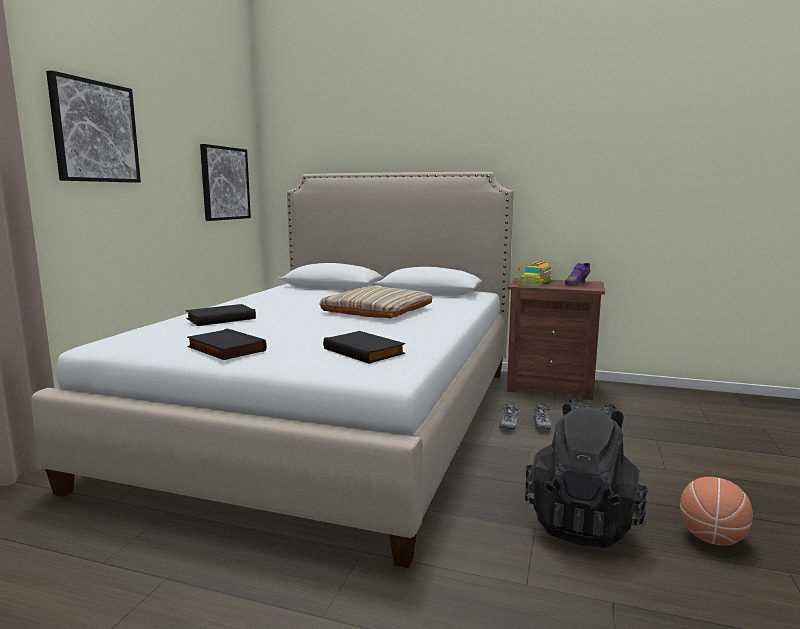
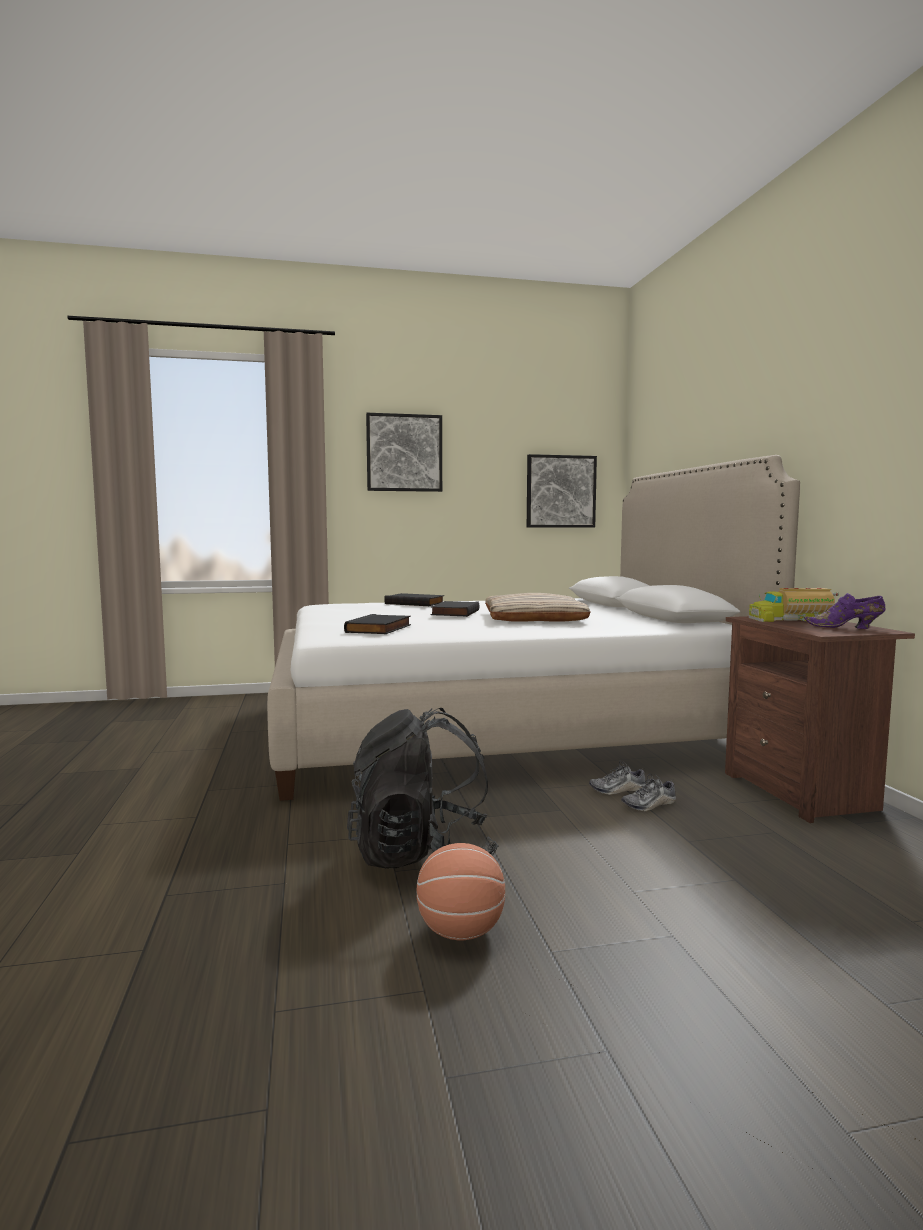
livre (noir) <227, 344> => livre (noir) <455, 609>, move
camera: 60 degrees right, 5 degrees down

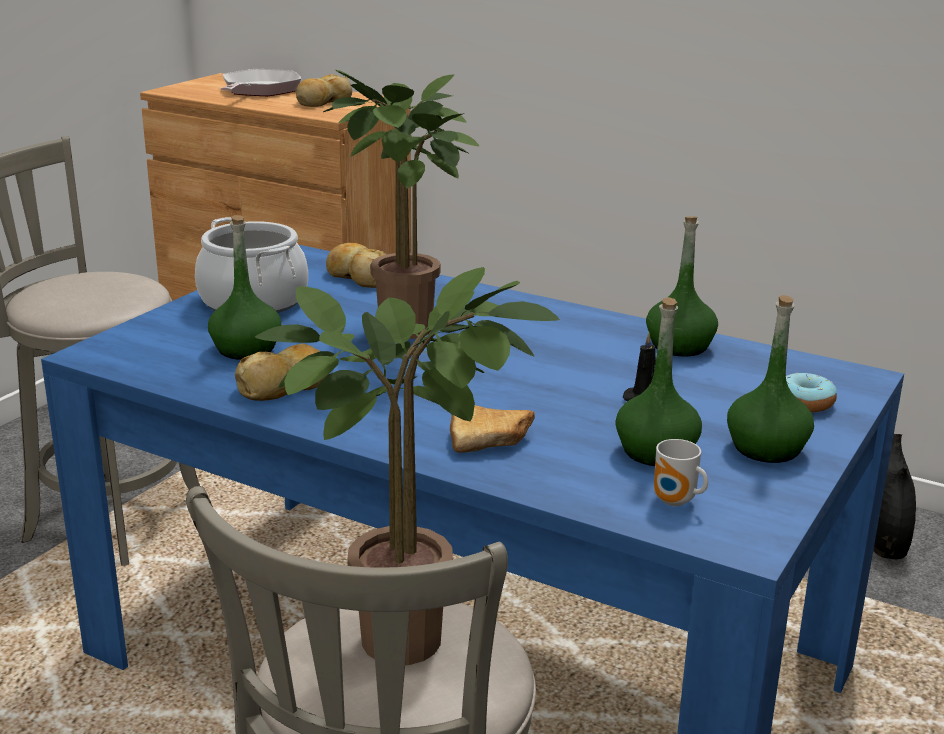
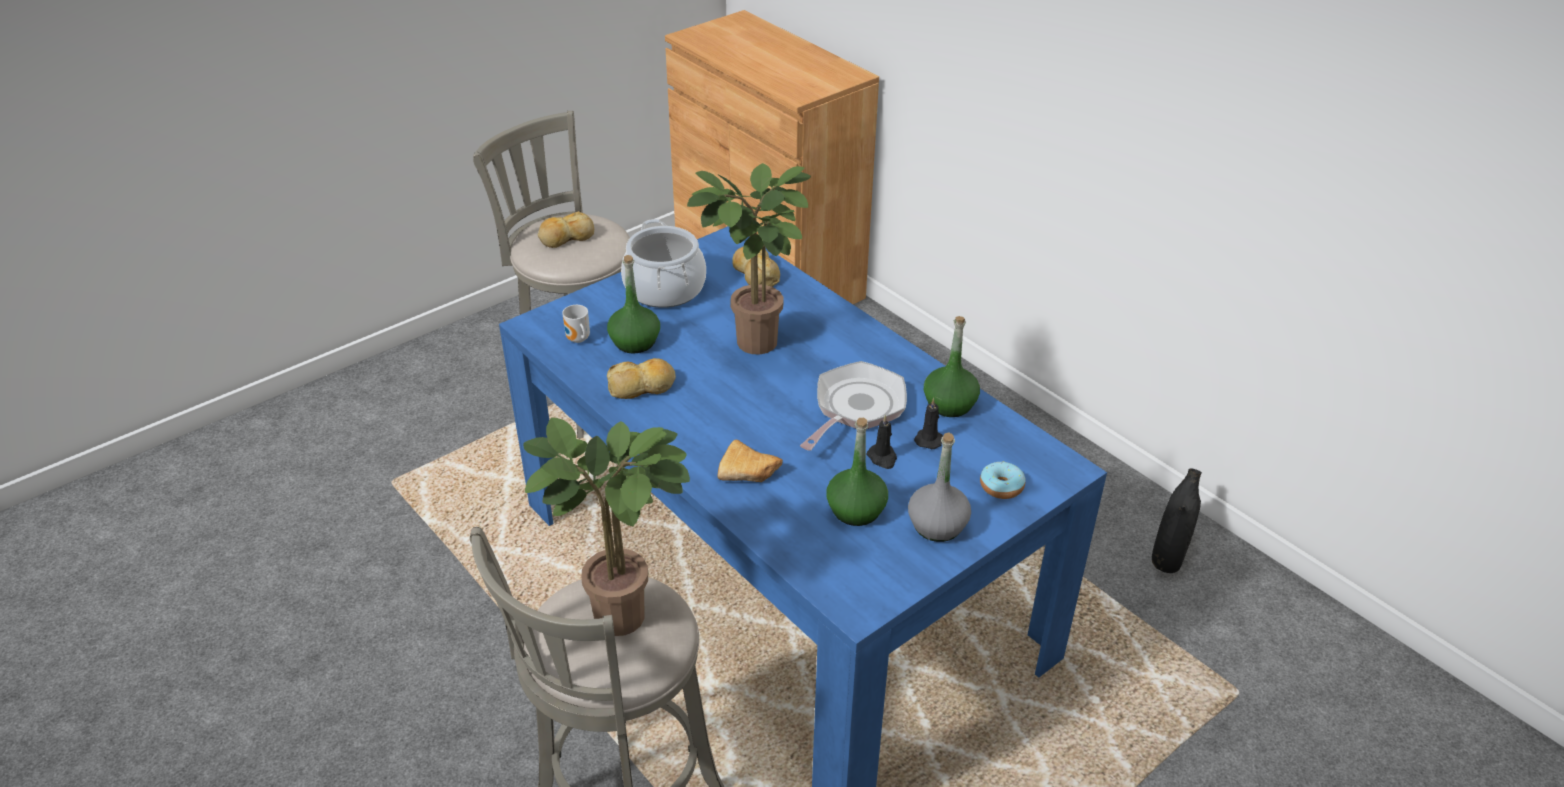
pain <324, 90> => pain <566, 229>, move
mug <681, 472> => mug <576, 324>, move
poêle <261, 82> => poêle <853, 406>, move
bouteille (vert) <770, 379> => bouteille (gris) <939, 487>
nothing => bougie (noir) <928, 423>
camera: 20 degrees right, 15 degrees up

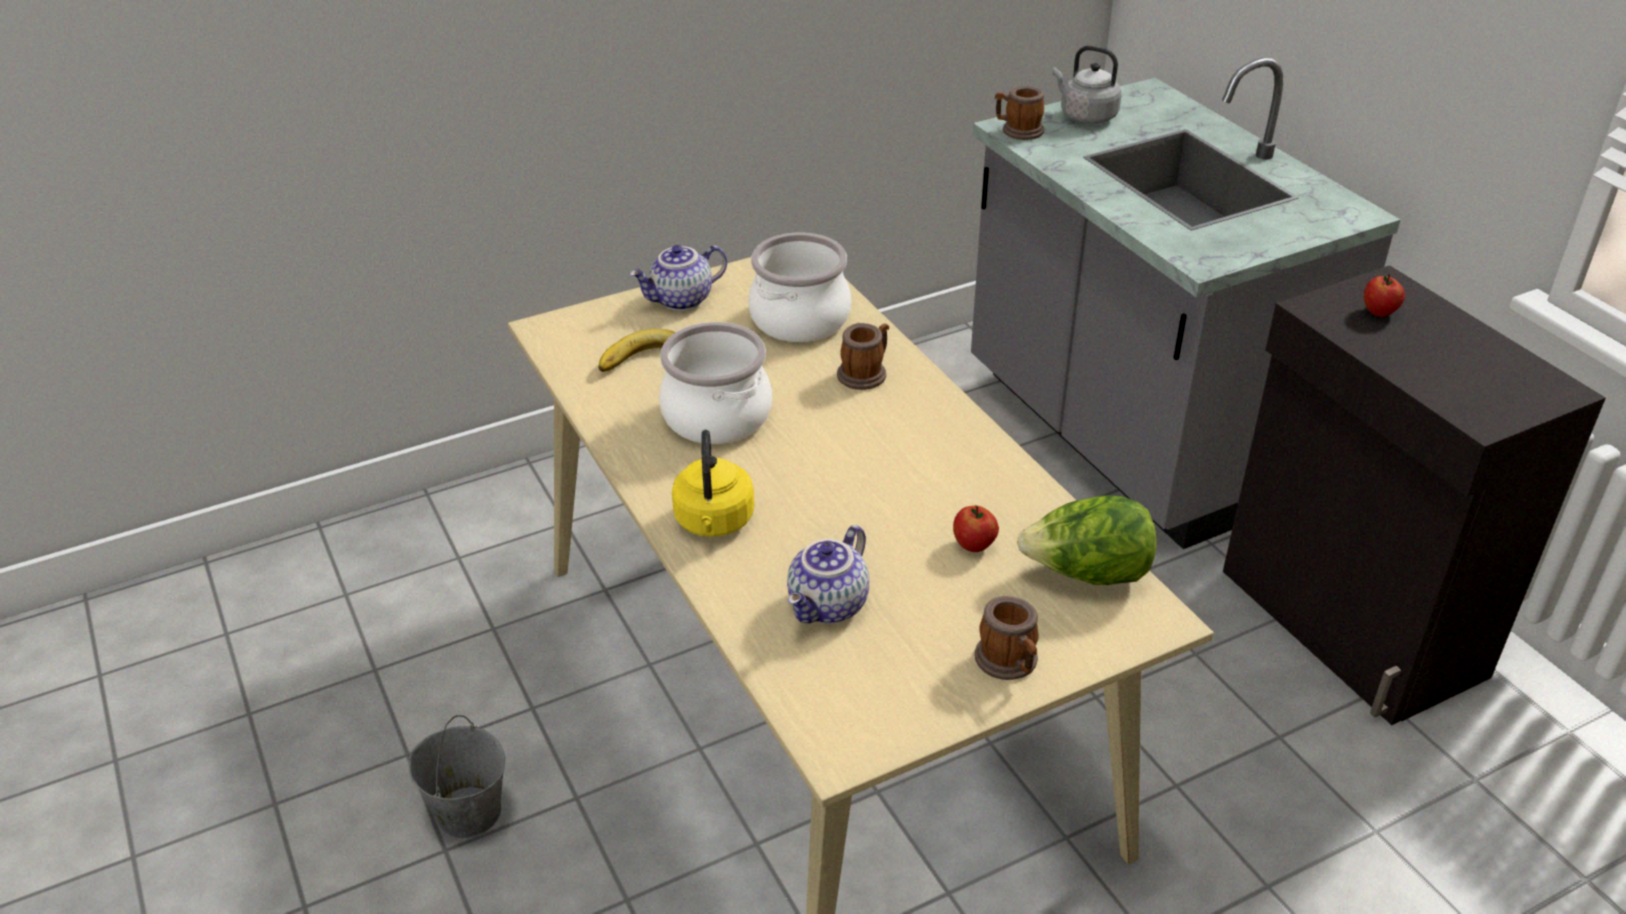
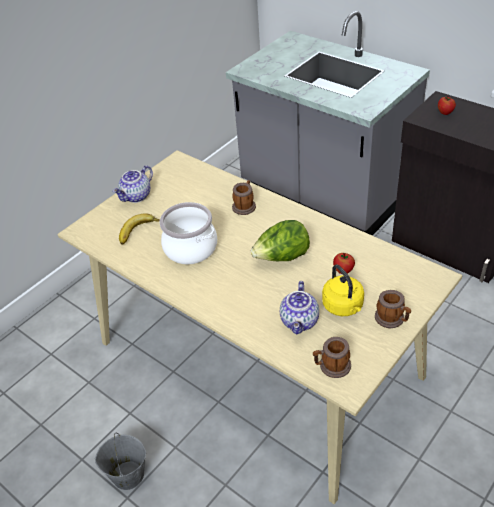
laitue <1087, 540> => laitue <280, 240>, move
mug <1019, 113> => mug <332, 357>, move
bouilloire (jaune) <713, 483> => bouilloire (jaune) <343, 290>, move
marmite <799, 287> => nothing
bouilloire (gris) <1087, 84> => nothing
camera: 20 degrees left, 5 degrees up

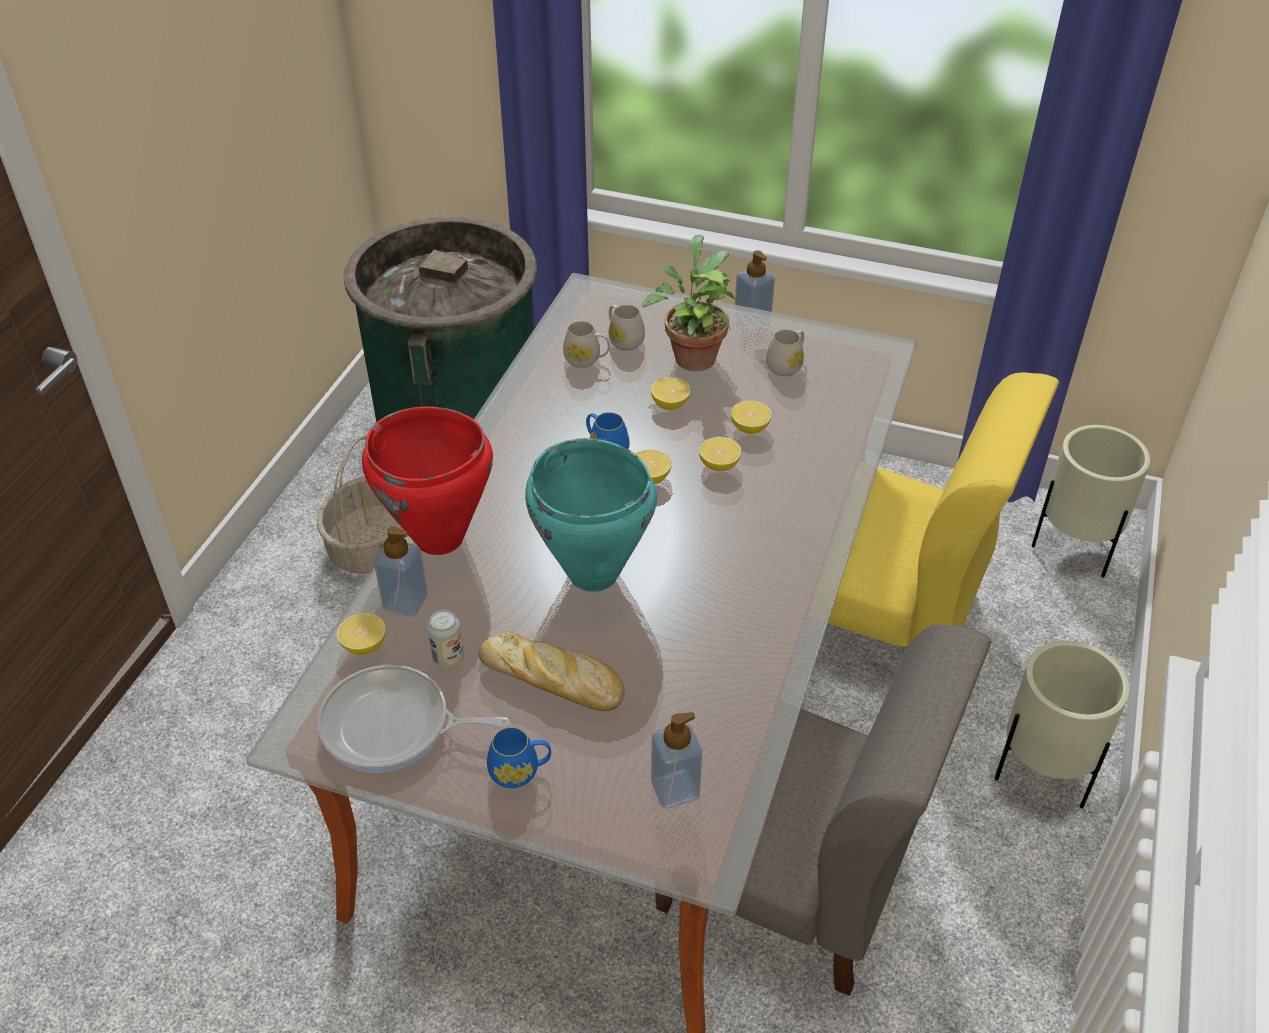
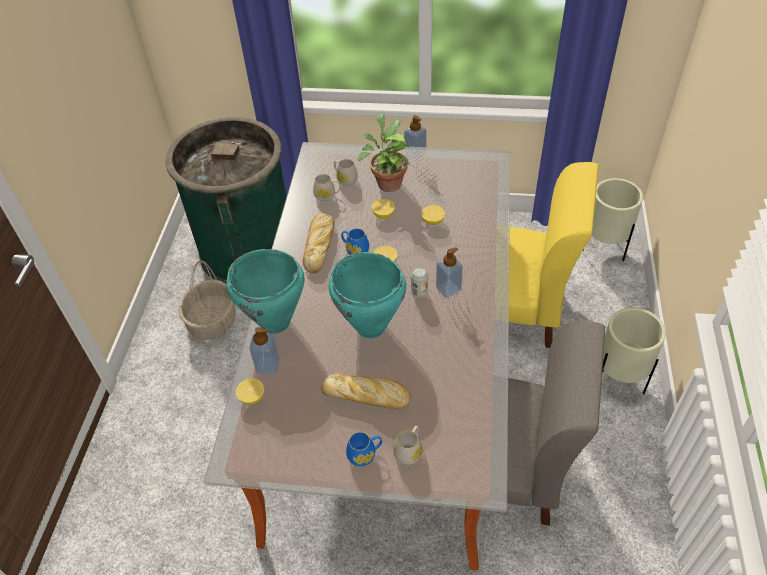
marmite (rouge) <427, 481> => marmite (turquoise) <265, 291>
nothing => pain <319, 243>
mug (blanc) <785, 353> => mug (blanc) <407, 445>, move
boîte métallique <445, 639> => boîte métallique <419, 282>, move
distributeur de savon <676, 760> => distributeur de savon <449, 272>, move
poêle <414, 719> => nothing
citron <720, 454> => nothing
camera: 10 degrees left, 5 degrees up

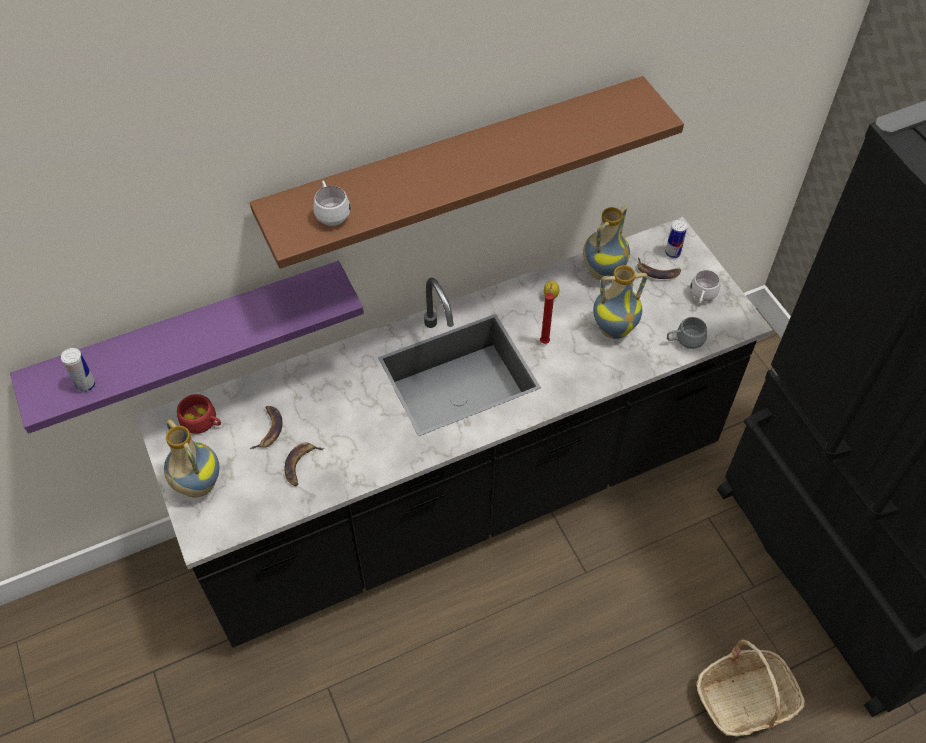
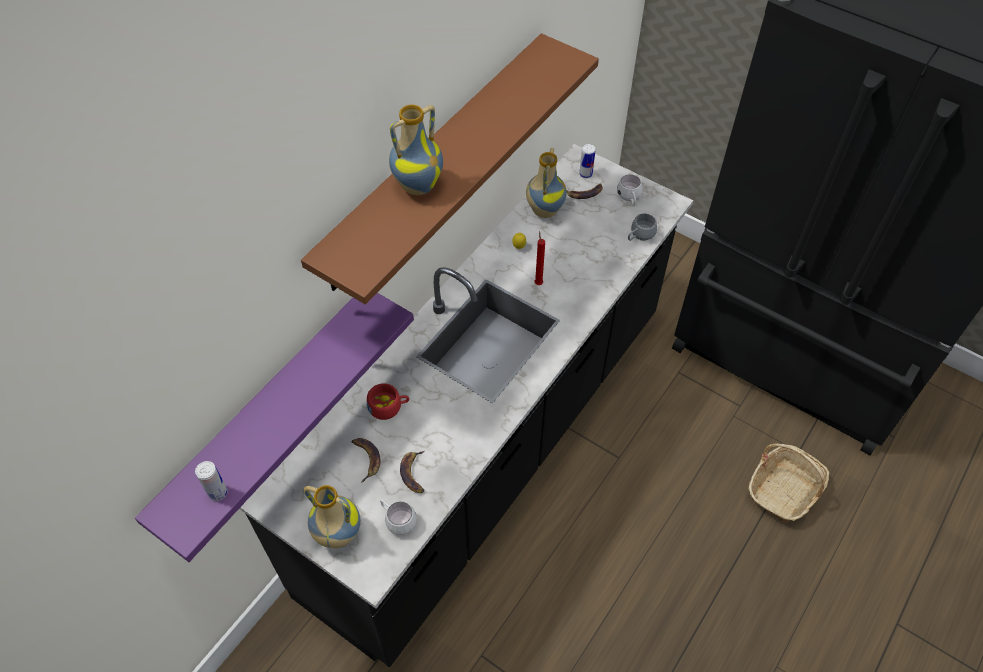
tasse (rouge) <199, 414> => tasse (rouge) <388, 401>, move
mug (blanc) <332, 203> => mug (blanc) <398, 517>, move
vase <620, 302> => vase <416, 149>, move
camera: 30 degrees left, 0 degrees up

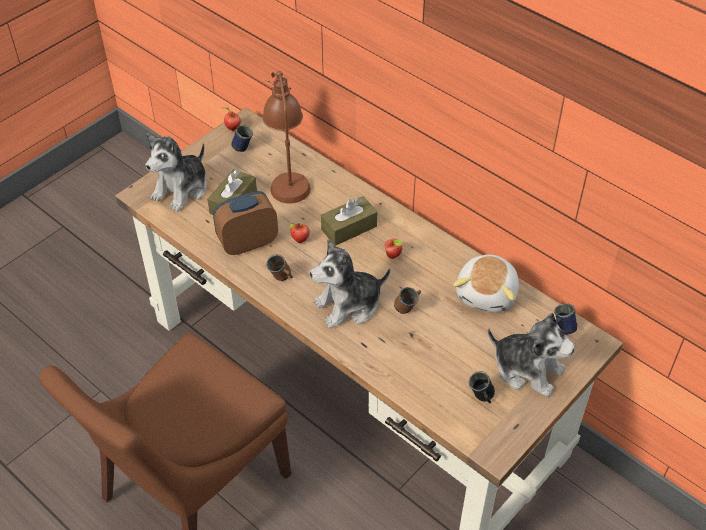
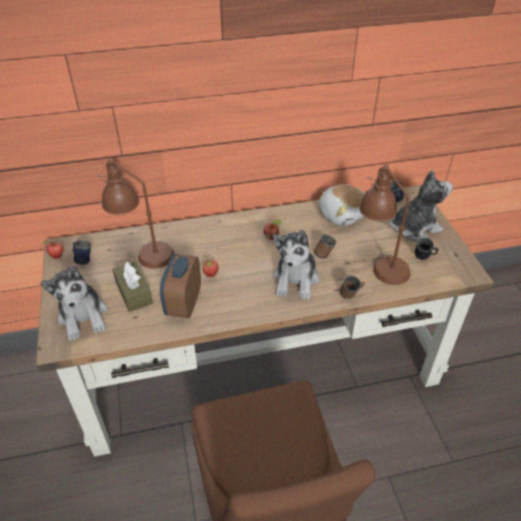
mug (marron) <279, 267> => mug (marron) <352, 287>, move
nothing => lampe de table (marron) <385, 224>
boîte à mouchoirs (marron) <349, 221> => nothing
camera: 55 degrees left, 5 degrees down

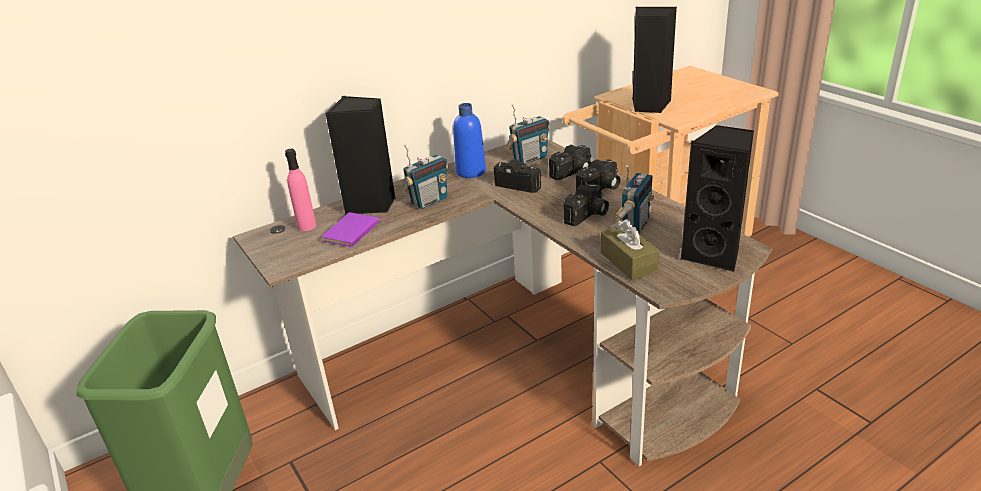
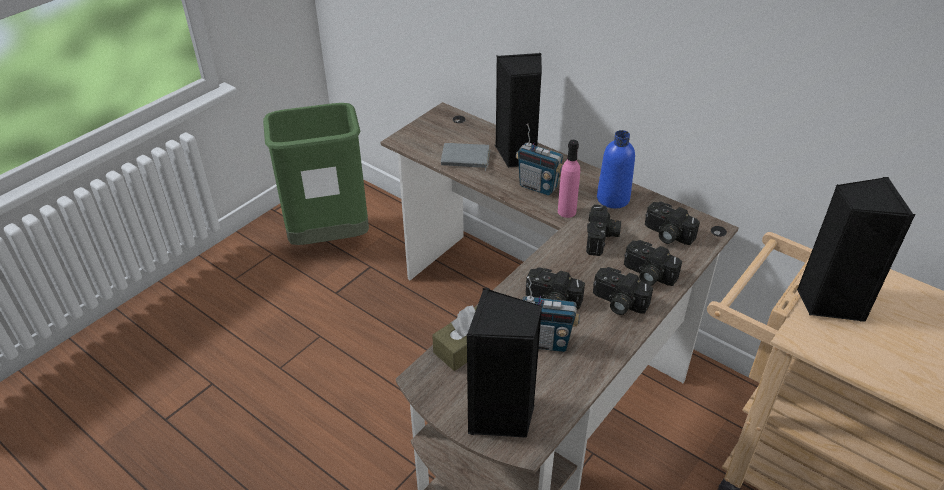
livre (violet) <355, 230> => livre (gris) <465, 157>
bouteille (rose) <300, 190> => bouteille (rose) <569, 179>, move
radio <528, 134> => appareil photo <672, 223>
camera: 70 degrees right, 10 degrees up

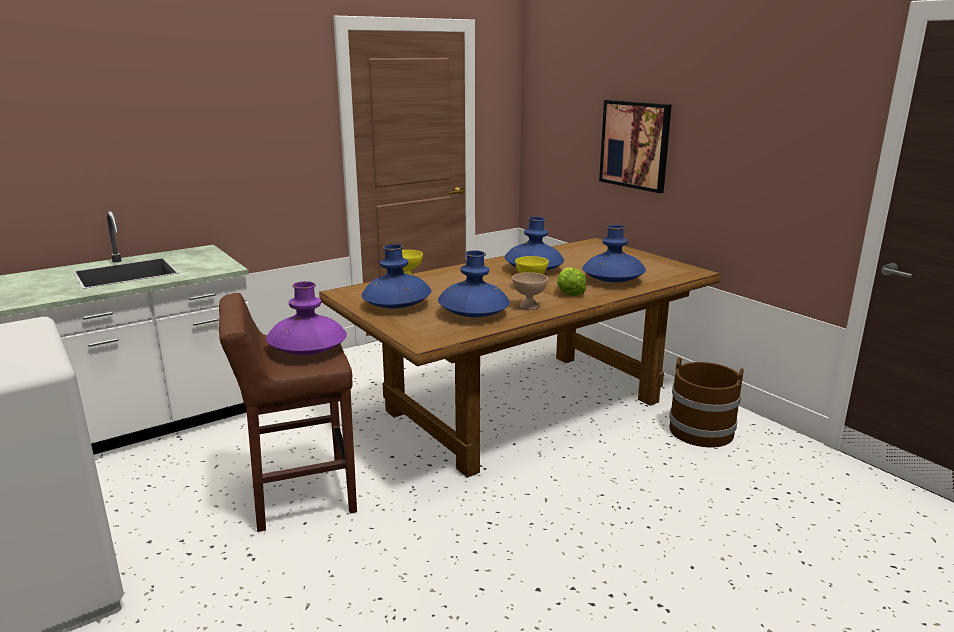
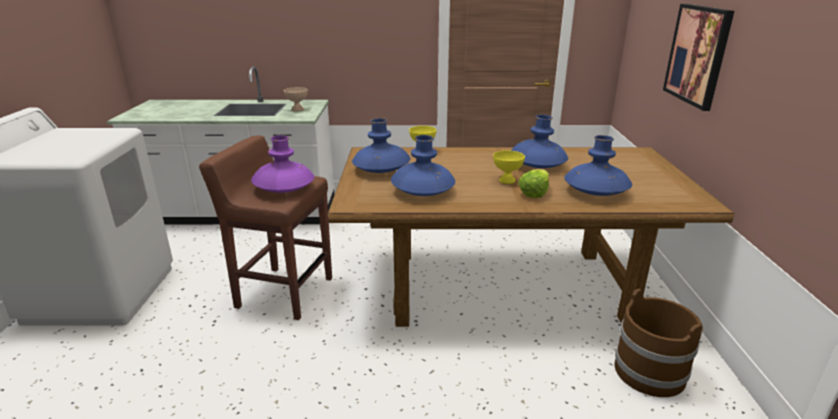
bol (beige) <530, 291> => bol (beige) <296, 99>, move
camera: 35 degrees right, 5 degrees up

